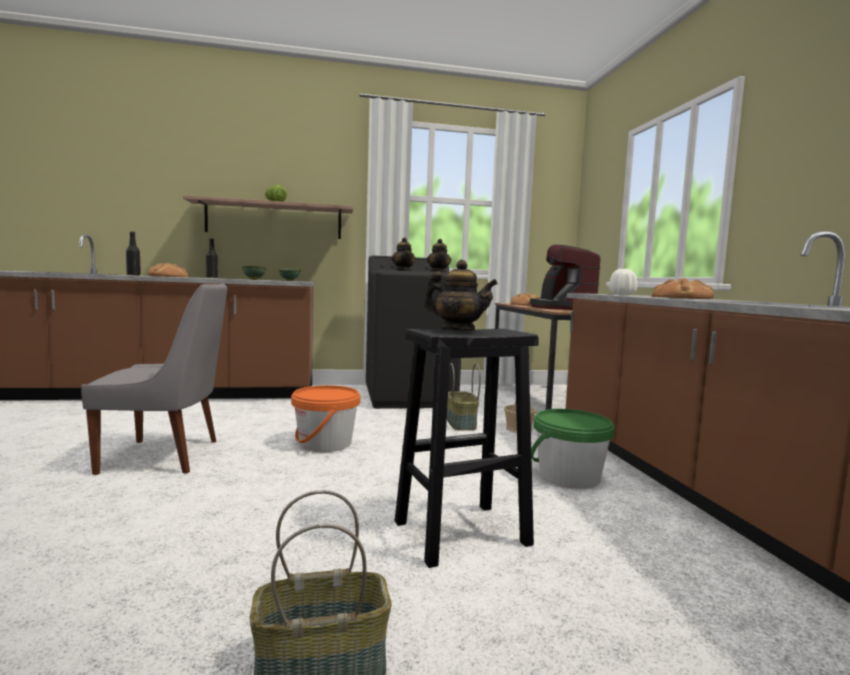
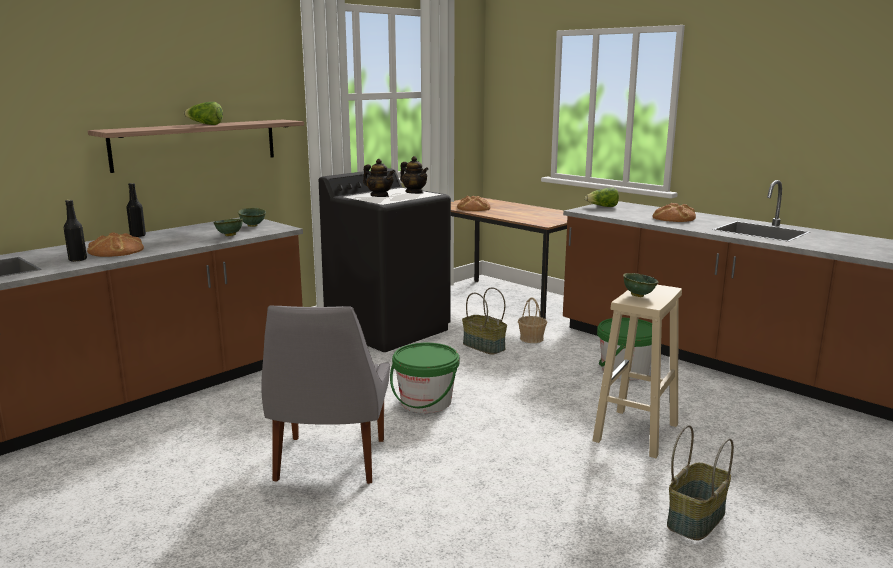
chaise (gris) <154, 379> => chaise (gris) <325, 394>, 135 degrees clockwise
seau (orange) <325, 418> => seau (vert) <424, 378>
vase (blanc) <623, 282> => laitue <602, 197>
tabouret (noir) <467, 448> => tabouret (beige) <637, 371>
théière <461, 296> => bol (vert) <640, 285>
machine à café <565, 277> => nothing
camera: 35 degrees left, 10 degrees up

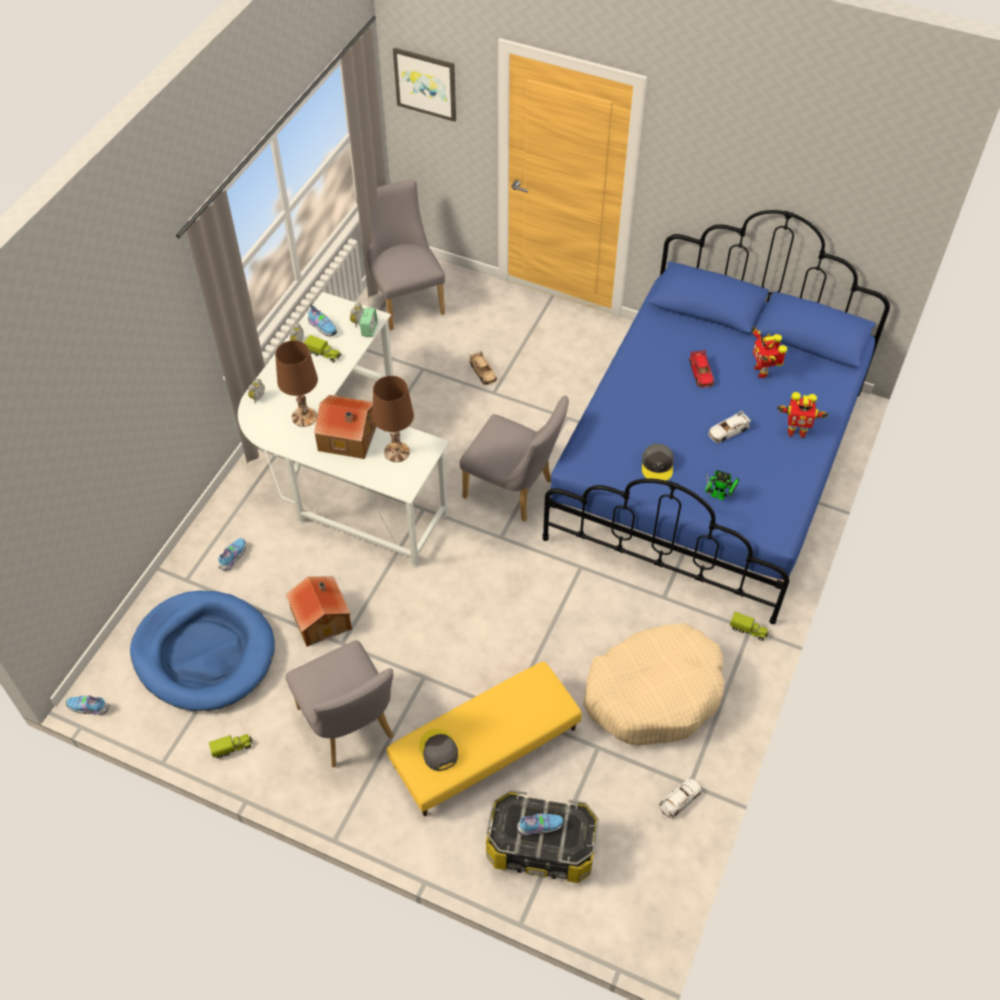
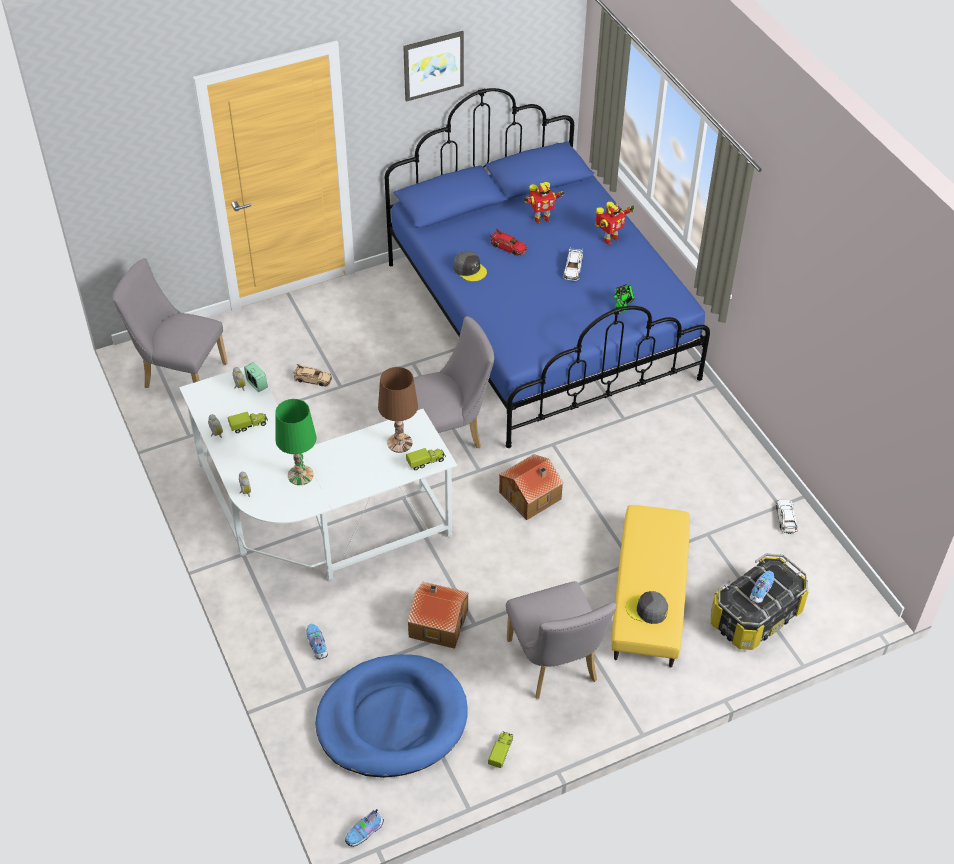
lampe de table (marron) <296, 383> => lampe de table (vert) <295, 442>
tableau <424, 85> => tableau <433, 66>, move
camion jouet <749, 626> => camion jouet <426, 459>, move
casquette (gris) <658, 462> => casquette (gris) <470, 266>, move
maison miniature <345, 427> => maison miniature <531, 487>, move
chaise (gris) <340, 703> => chaise (gris) <561, 640>, 60 degrees clockwise
robot jouet <769, 351> => robot jouet <544, 203>, 45 degrees counterclockwise
chaussure <322, 320> => nothing
panier pour chien (beige) <653, 684> => nothing
camera: 50 degrees left, 5 degrees down

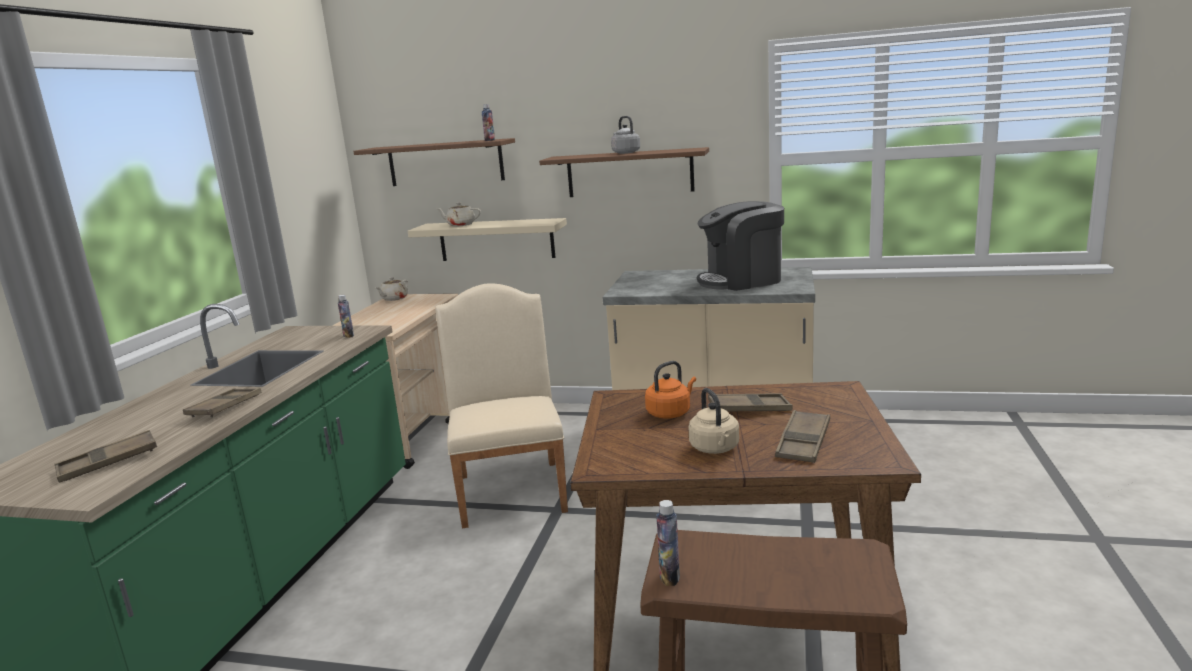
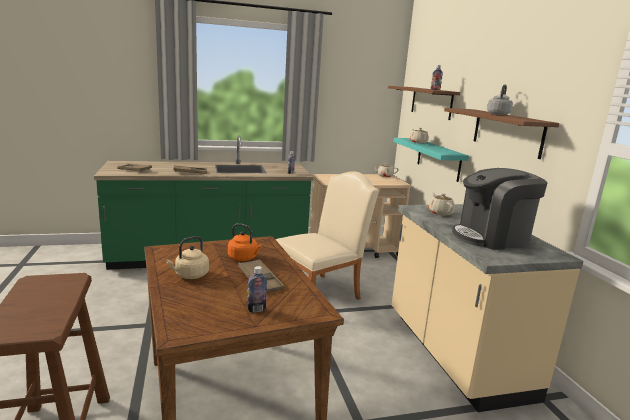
bouteille <668, 543> => bouteille <257, 289>, move
étagère (beige) <487, 239> => étagère (turquoise) <431, 160>
nothing => théière (beige) <441, 204>
machine à café <740, 246> => machine à café <499, 209>, 60 degrees counterclockwise
plateau (marron) <802, 436> => nothing
camera: 60 degrees right, 0 degrees up

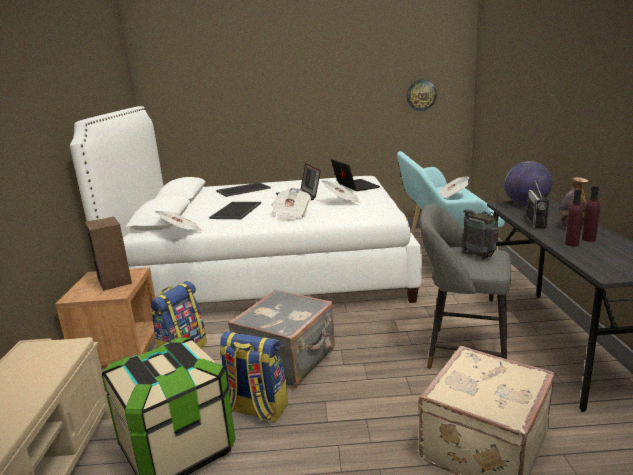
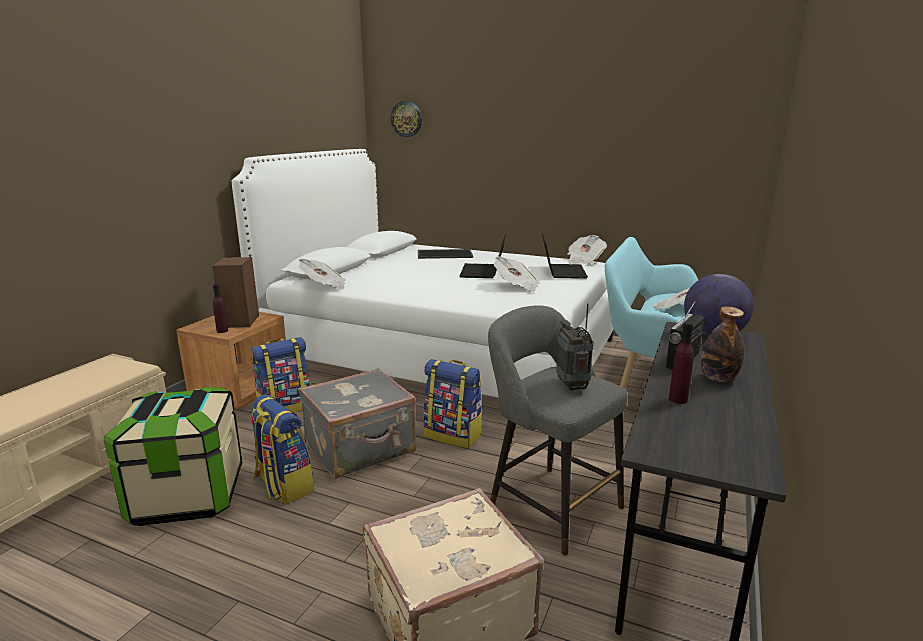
bouteille (violet) <591, 214> => bouteille (violet) <220, 308>, move
horloge murale <421, 95> => horloge murale <406, 119>, move
nothing => sac à dos <452, 404>
journal <291, 205> => journal <587, 249>, move
plateau <235, 210> => nothing
camera: 25 degrees right, 0 degrees up

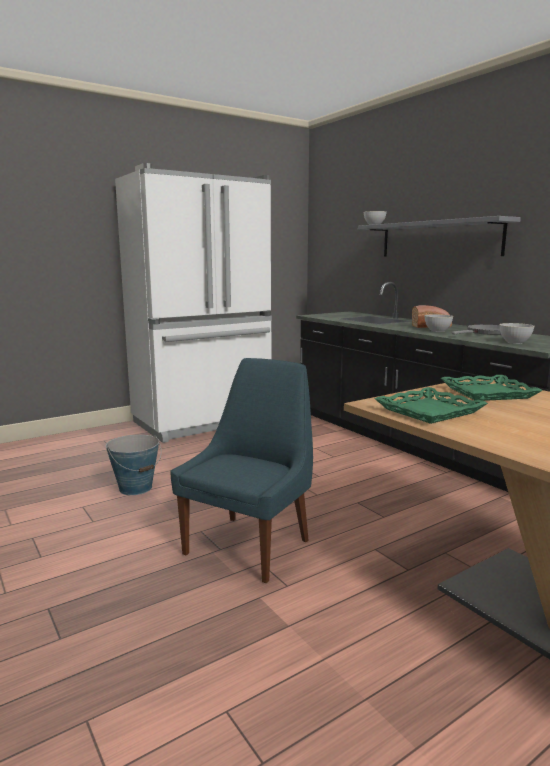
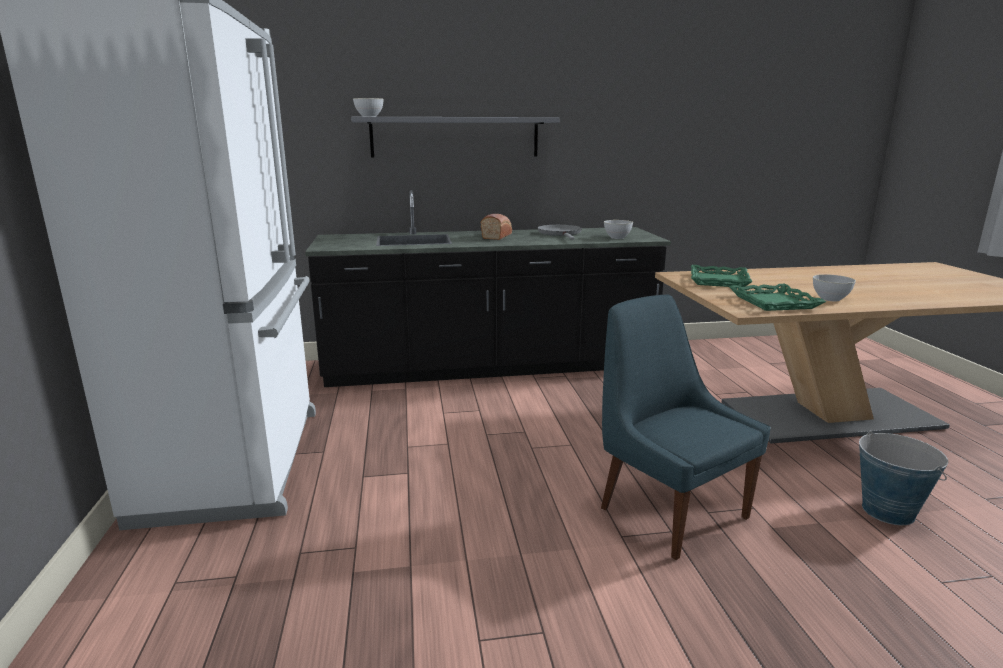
bol (gris) <439, 323> => bol (gris) <834, 287>, move
seau <133, 465> => seau <903, 478>, move
camera: 65 degrees left, 5 degrees up

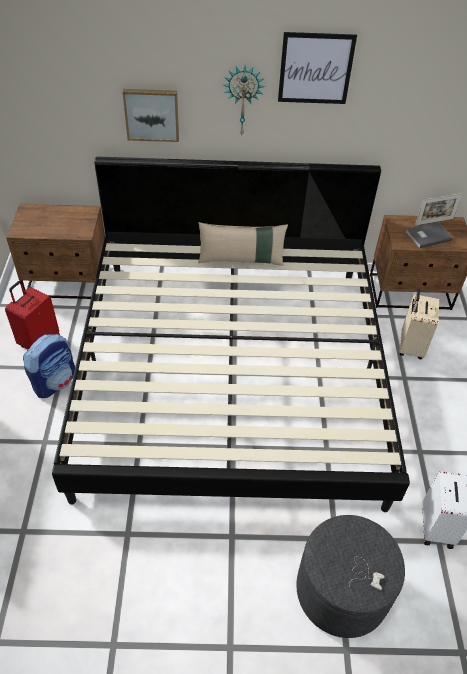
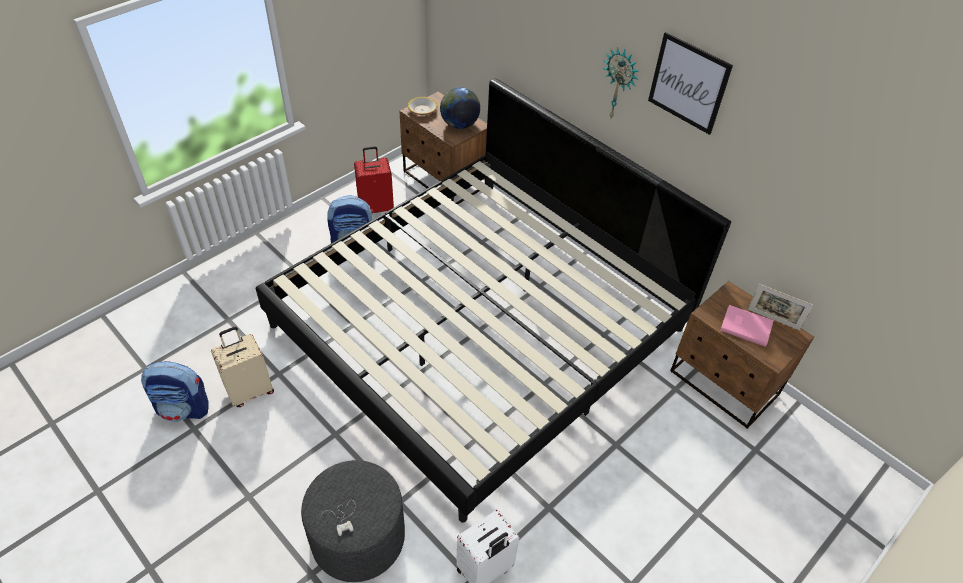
nothing => sac à dos <175, 391>
valise (beige) <419, 324> => valise (beige) <242, 367>, move
nothing => bol <422, 106>
nothing => globe <460, 108>
livre (gris) <429, 235> => livre (rose) <747, 326>
tableau <151, 115> => nothing
coussin (beige) <243, 244> => nothing
camera: 45 degrees right, 0 degrees up

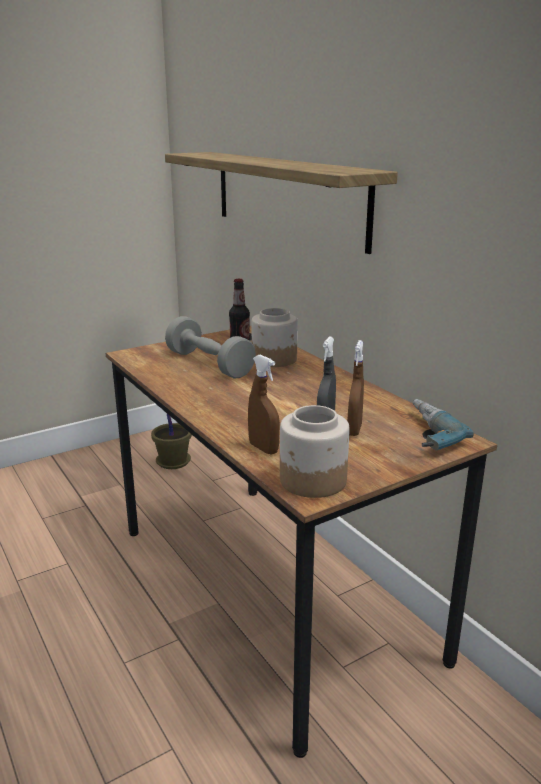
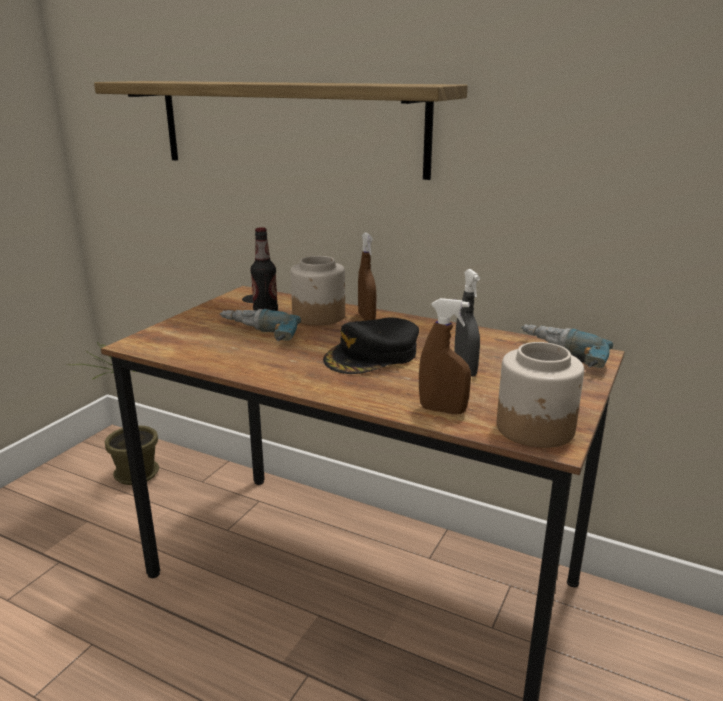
haltère (gris) <210, 347> => perceuse <260, 325>
nothing => casquette (noir) <371, 346>
vaporisateur (marron) <356, 388> => vaporisateur (marron) <367, 276>, move
camera: 30 degrees left, 0 degrees up

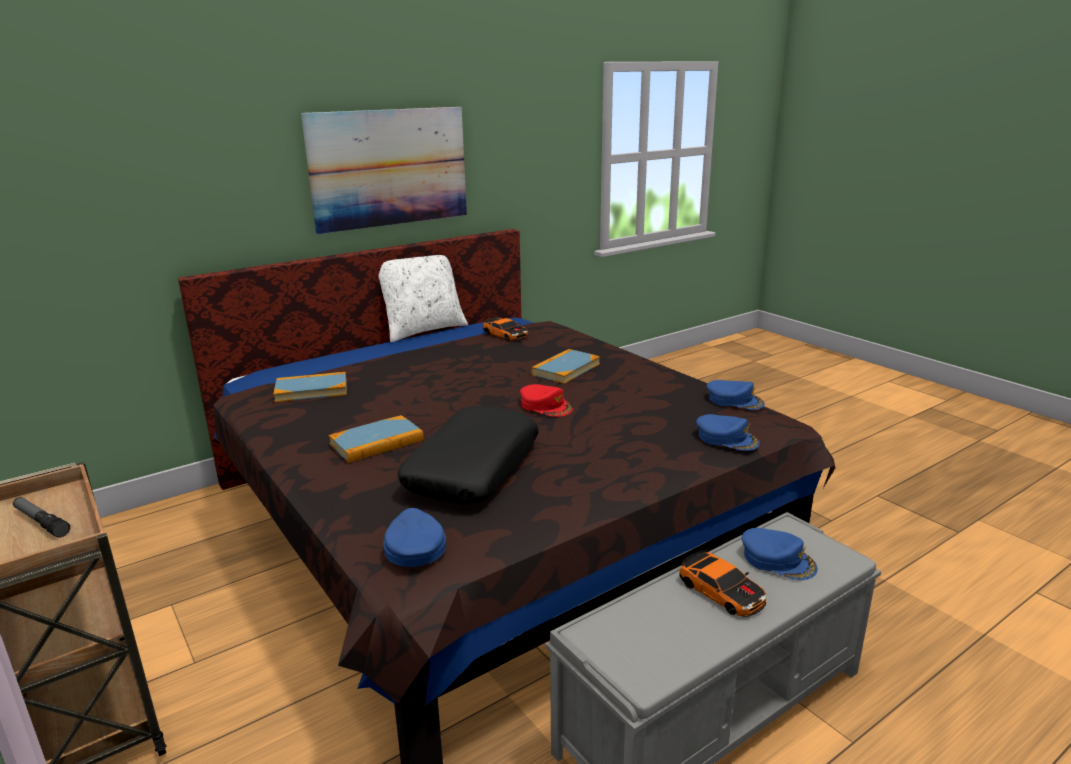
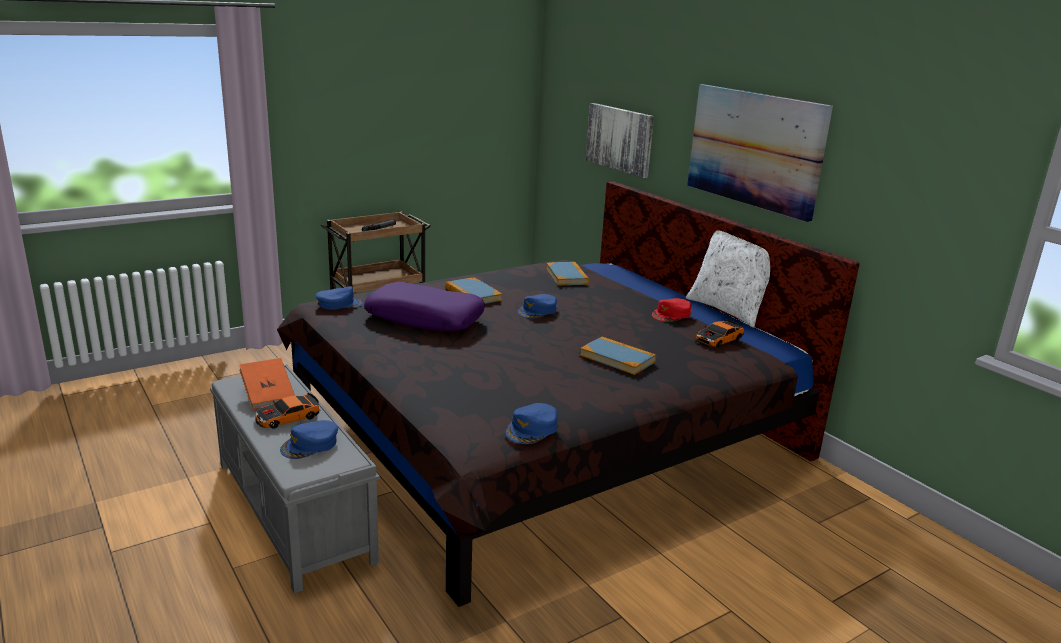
nothing => livre (orange) <267, 383>
coussin (noir) <468, 455> => coussin (violet) <424, 306>
casquette (bleu) <728, 432> => casquette (bleu) <537, 306>, move
nothing => tableau <620, 140>
casquette (rouge) <546, 400> => casquette (rouge) <671, 310>, move
camera: 90 degrees right, 0 degrees up

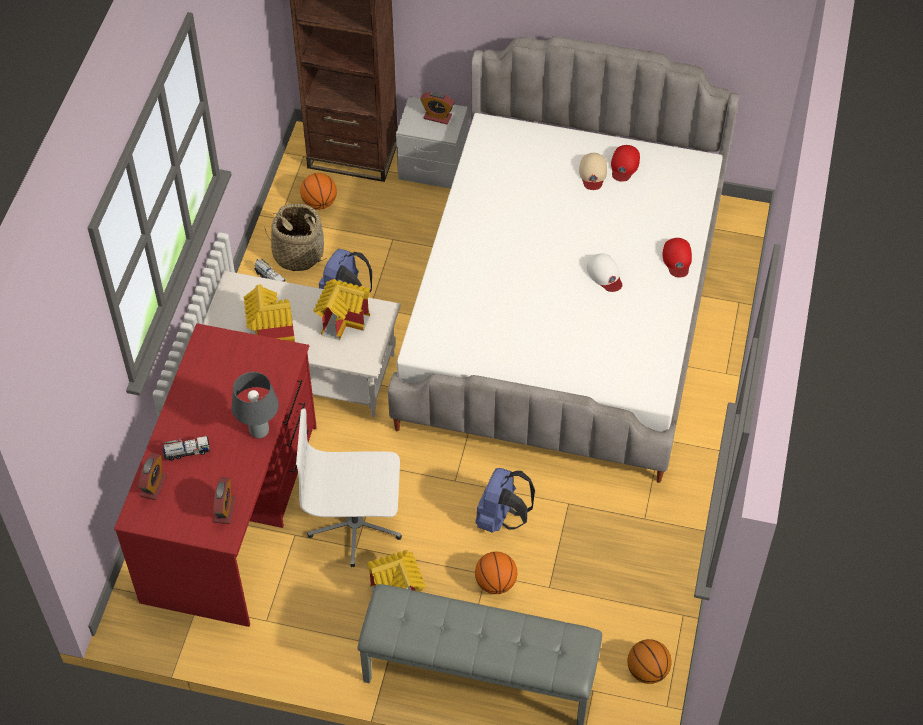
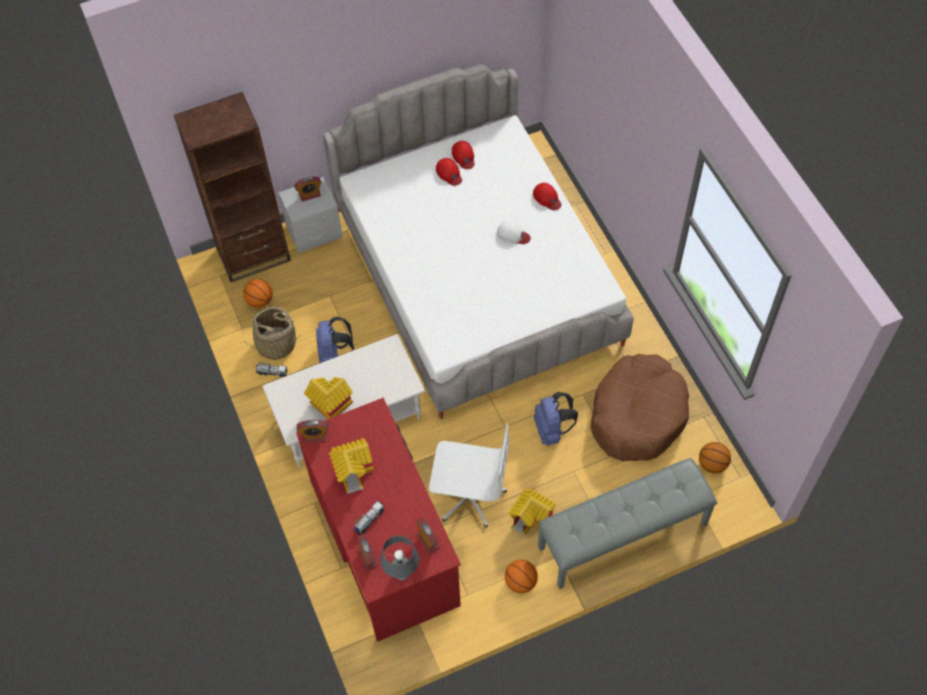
nothing => réveil <312, 431>
maison miniature <341, 309> => maison miniature <351, 466>, move
lampe de table (gris) <255, 405> => lampe de table (gris) <399, 557>, move
chaise de bureau (blanc) <349, 488> => chaise de bureau (blanc) <469, 475>, 135 degrees counterclockwise
casquette (beige) <593, 171> => casquette (rouge) <449, 172>
ballon de basket <496, 573> => ballon de basket <521, 576>, move
nothing => panier pour chien (marron) <640, 407>
camera: 35 degrees left, 5 degrees up

